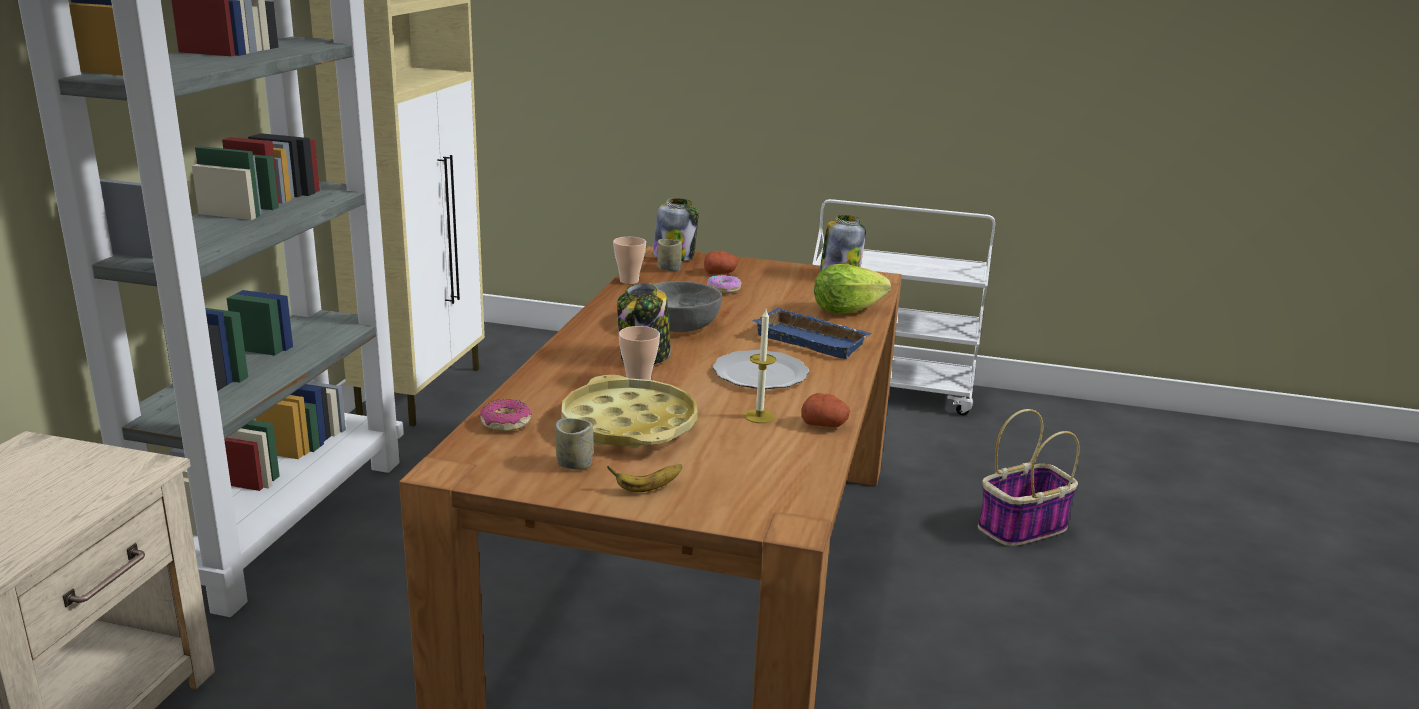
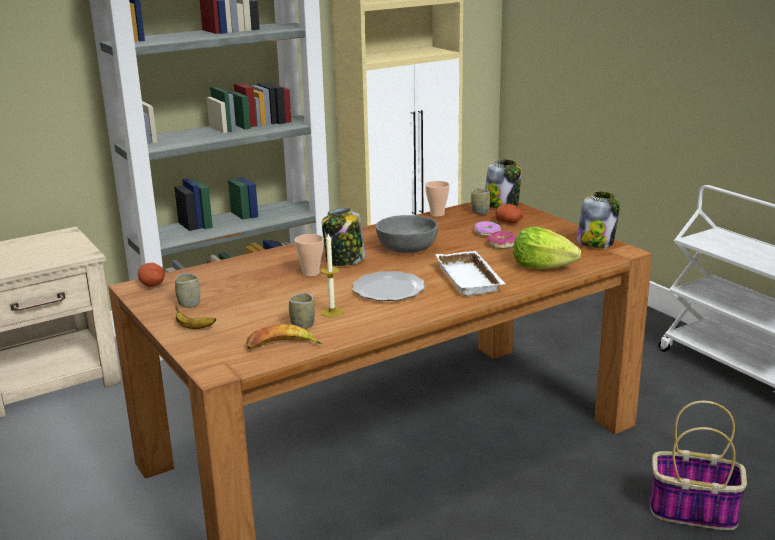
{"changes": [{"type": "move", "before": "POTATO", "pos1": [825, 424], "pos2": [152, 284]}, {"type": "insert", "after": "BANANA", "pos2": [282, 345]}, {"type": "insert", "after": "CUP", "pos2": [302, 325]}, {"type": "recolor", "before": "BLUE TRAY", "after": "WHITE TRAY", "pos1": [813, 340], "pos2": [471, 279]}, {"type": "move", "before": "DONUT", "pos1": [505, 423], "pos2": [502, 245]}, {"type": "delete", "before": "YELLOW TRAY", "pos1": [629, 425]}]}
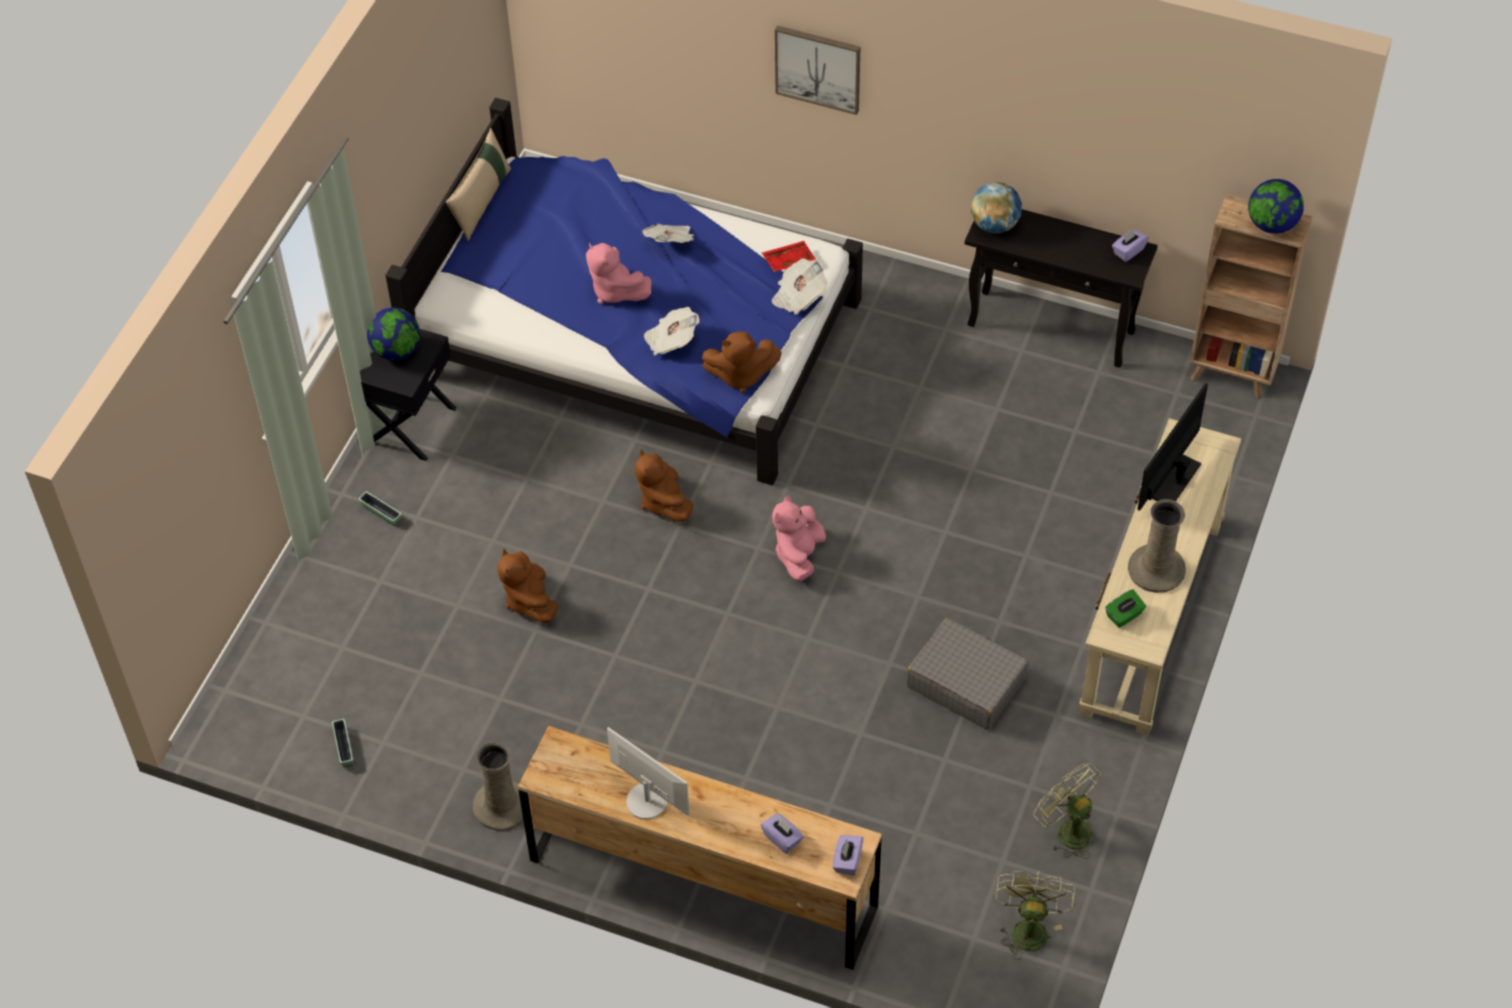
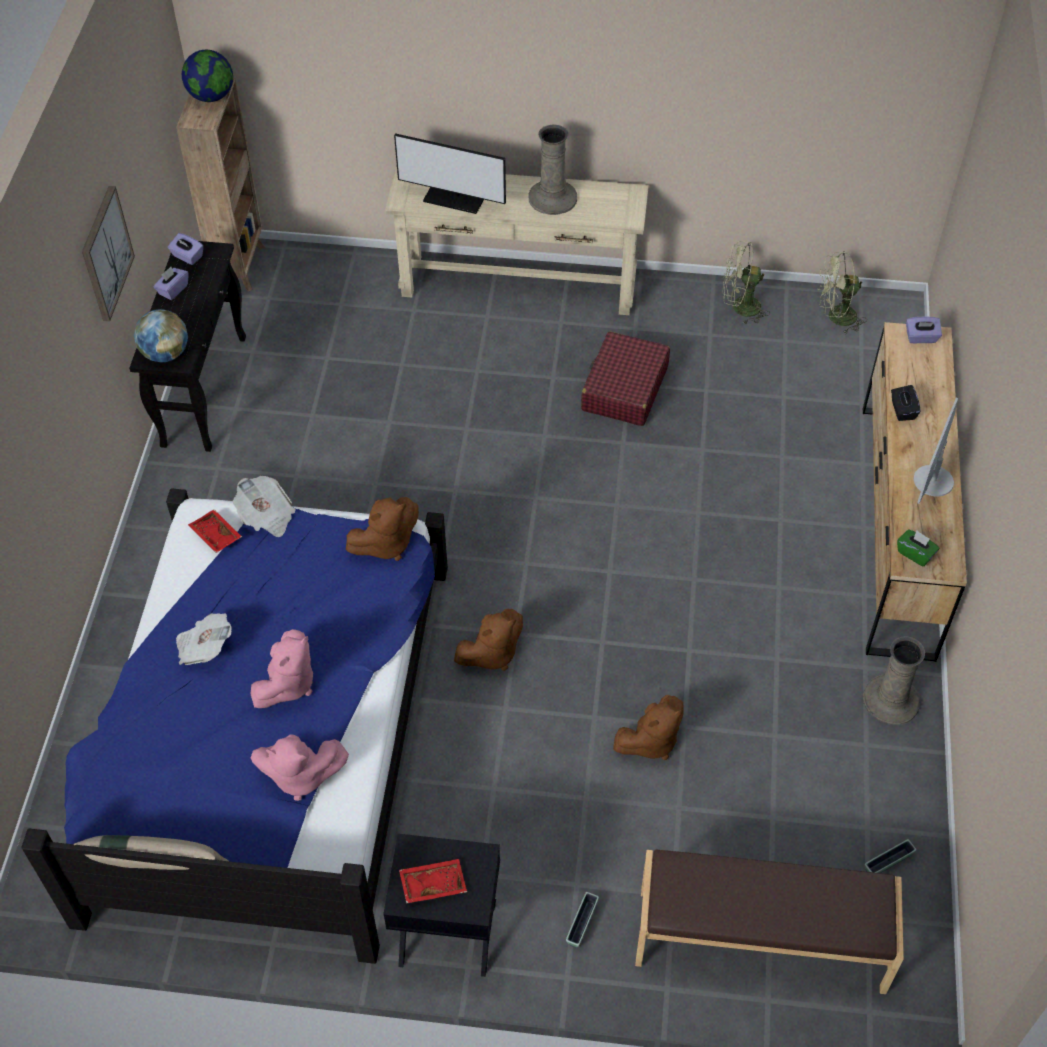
{"changes": [{"type": "move", "before": "PICTURE", "pos1": [818, 68], "pos2": [105, 253]}, {"type": "move", "before": "PURPLE TISSUE BOX", "pos1": [782, 839], "pos2": [173, 290]}, {"type": "move", "before": "PINK PLUSH TOY", "pos1": [799, 555], "pos2": [300, 776]}, {"type": "rotate", "before": "BROWN PLUSH TOY", "pos1": [740, 375], "pos2": [386, 544], "turn": 75}, {"type": "replace", "before": "GLOBE", "after": "RED TRAY", "pos1": [396, 351], "pos2": [433, 883]}, {"type": "recolor", "before": "GREY SUITCASE", "after": "RED SUITCASE", "pos1": [966, 682], "pos2": [624, 389]}, {"type": "insert", "after": "BROWN BENCH", "pos2": [761, 941]}, {"type": "rotate", "before": "GREEN FAN", "pos1": [1067, 829], "pos2": [739, 307], "turn": 60}, {"type": "insert", "after": "BLACK TISSUE BOX", "pos2": [902, 410]}, {"type": "move", "before": "GREEN TISSUE BOX", "pos1": [1124, 616], "pos2": [915, 553]}, {"type": "delete", "before": "NEWSPAPER", "pos1": [671, 340]}]}
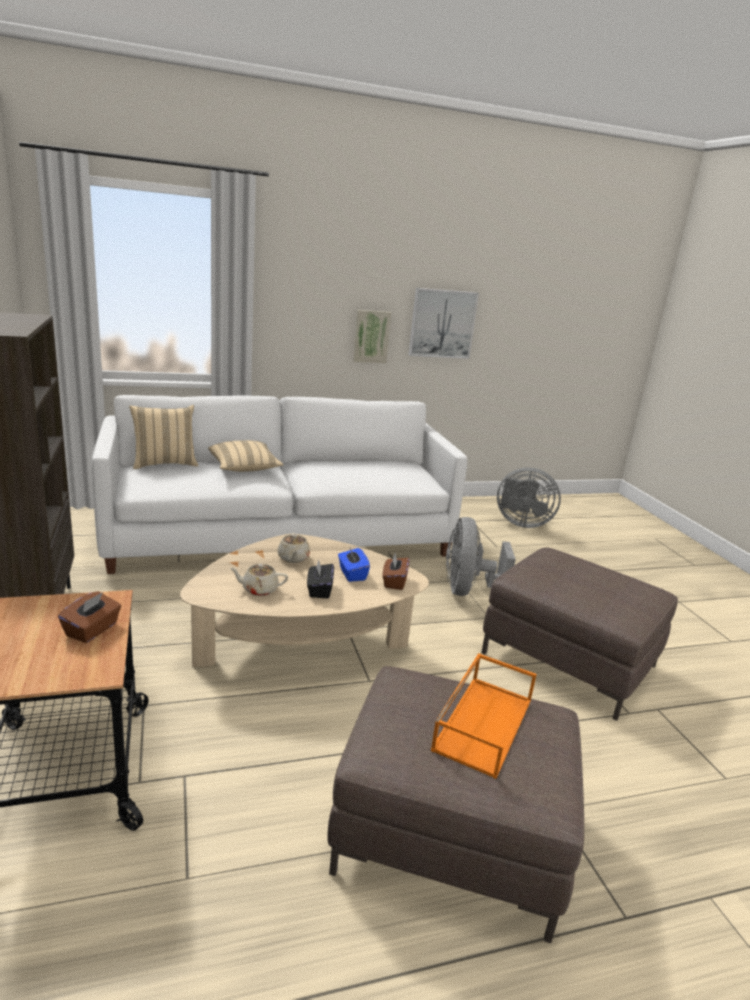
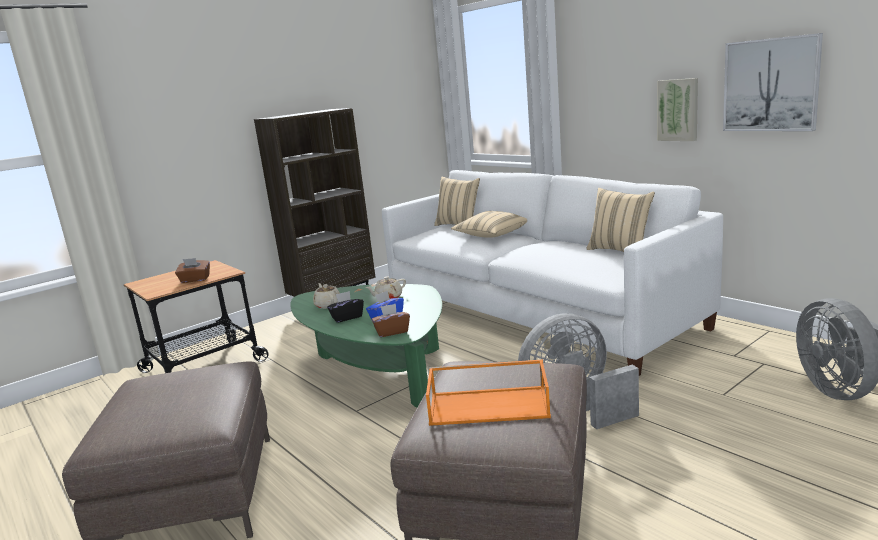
{"changes": [{"type": "recolor", "before": "BEIGE COFFEE TABLE", "after": "GREEN COFFEE TABLE", "pos1": [302, 646], "pos2": [377, 374]}, {"type": "move", "before": "ORANGE TRAY", "pos1": [482, 723], "pos2": [490, 405]}, {"type": "insert", "after": "BEIGE PILLOW", "pos2": [620, 251]}]}
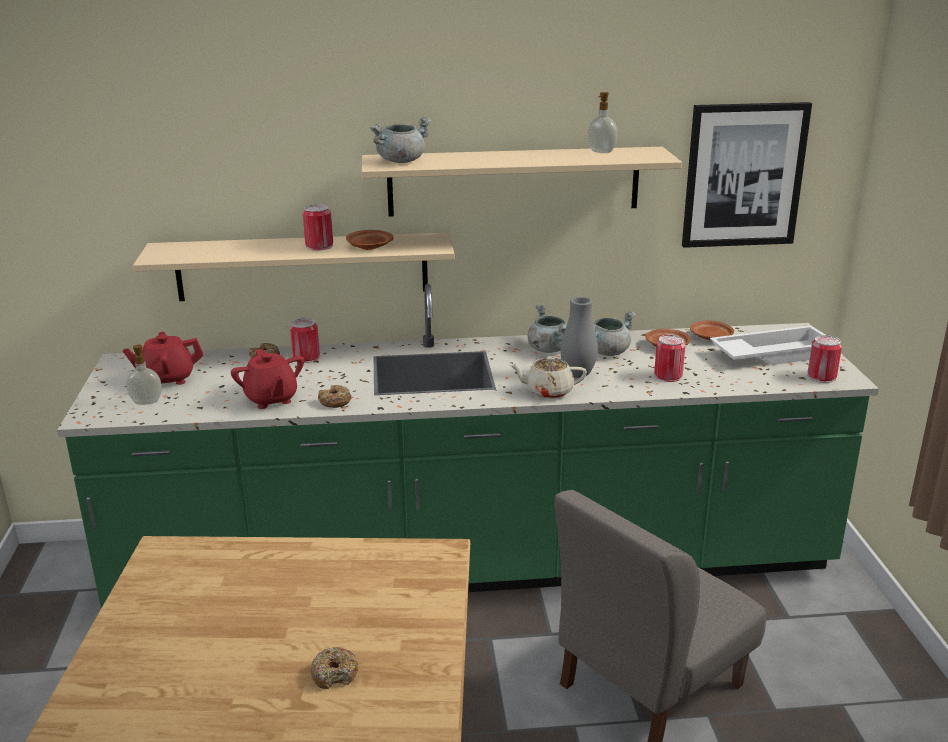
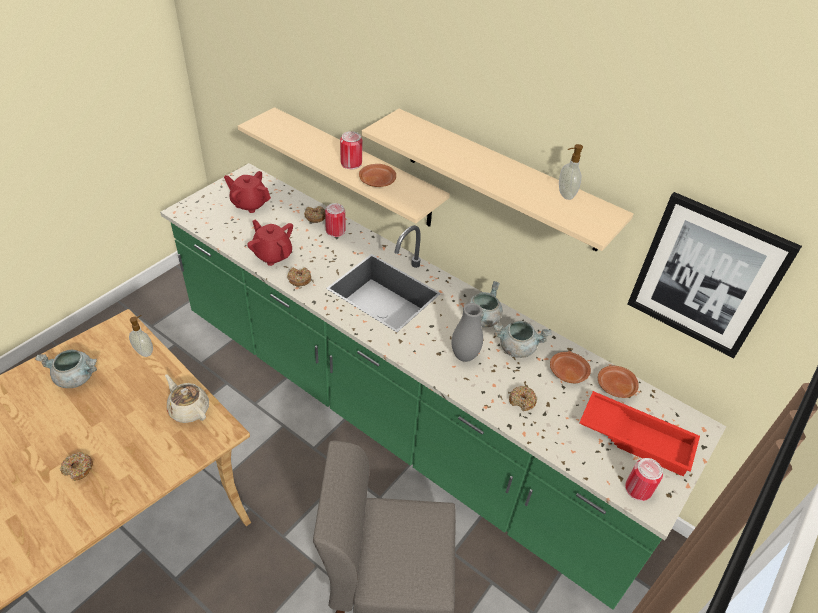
{"changes": [{"type": "move", "before": "GREY COOKING POT", "pos1": [401, 161], "pos2": [76, 377]}, {"type": "move", "before": "SOAP DISPENSER", "pos1": [146, 402], "pos2": [144, 351]}, {"type": "move", "before": "BEIGE TEAPOT", "pos1": [548, 391], "pos2": [189, 409]}, {"type": "rotate", "before": "RED TEAPOT", "pos1": [271, 399], "pos2": [272, 255], "turn": 120}, {"type": "replace", "before": "CAN", "after": "DONUT", "pos1": [668, 376], "pos2": [522, 401]}, {"type": "recolor", "before": "WHITE TRAY", "after": "RED TRAY", "pos1": [771, 354], "pos2": [636, 437]}]}
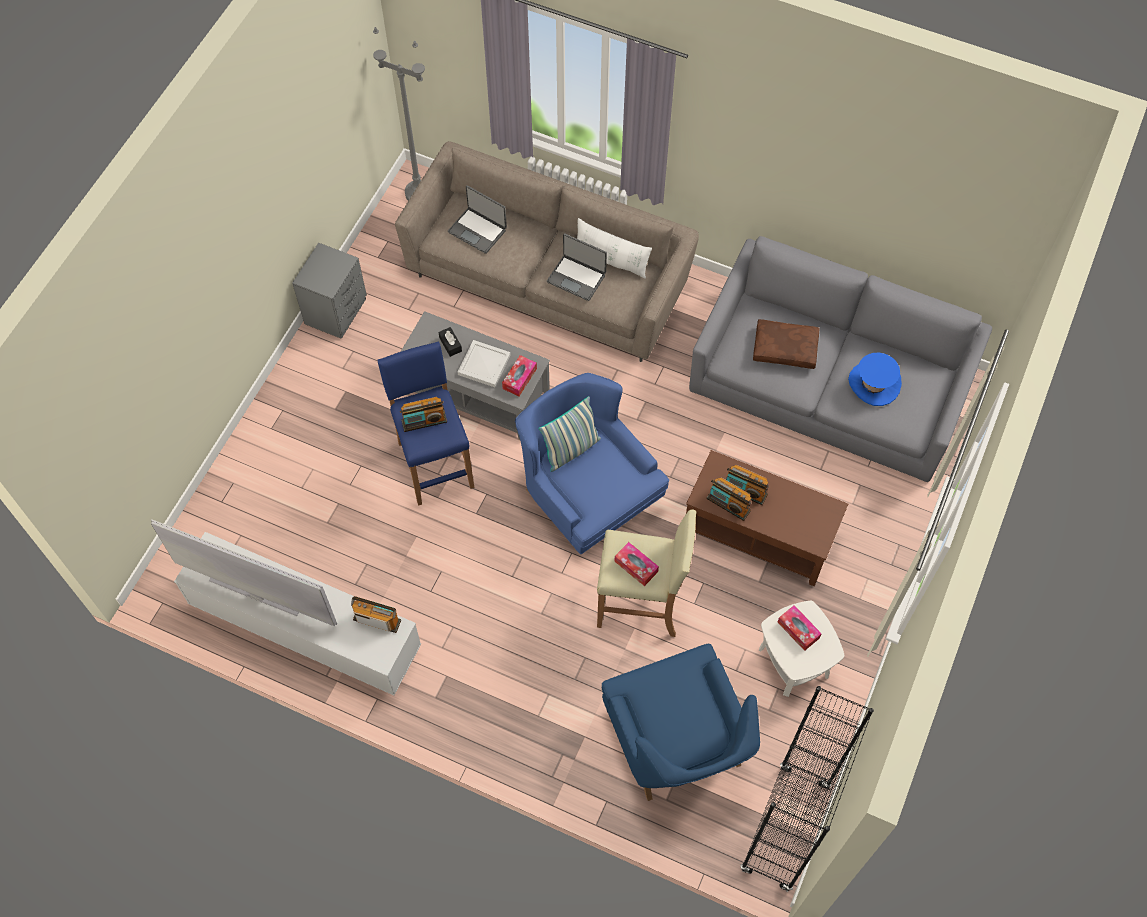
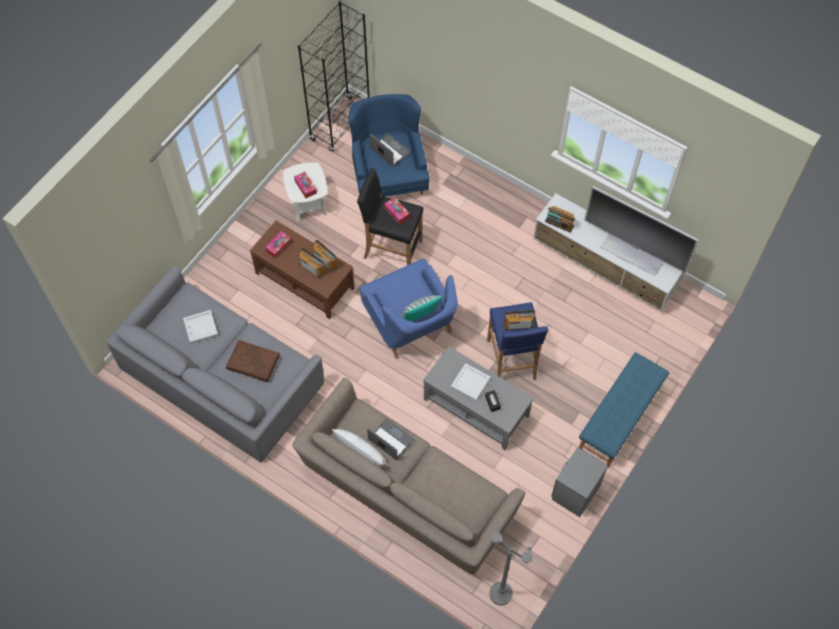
{"changes": [{"type": "replace", "before": "BLUE HAT", "after": "WHITE TRAY", "pos1": [874, 383], "pos2": [201, 328]}, {"type": "move", "before": "TISSUE BOX", "pos1": [519, 379], "pos2": [279, 246]}, {"type": "recolor", "before": "BEIGE STOOL", "after": "BLACK STOOL", "pos1": [640, 604], "pos2": [392, 249]}, {"type": "move", "before": "LAPTOP", "pos1": [478, 230], "pos2": [389, 151]}, {"type": "insert", "after": "BLUE BENCH", "pos2": [619, 419]}]}
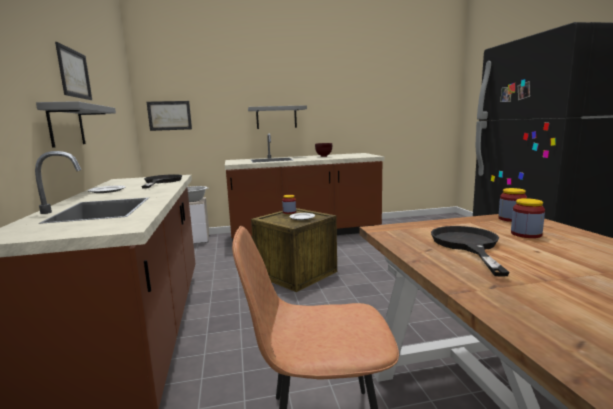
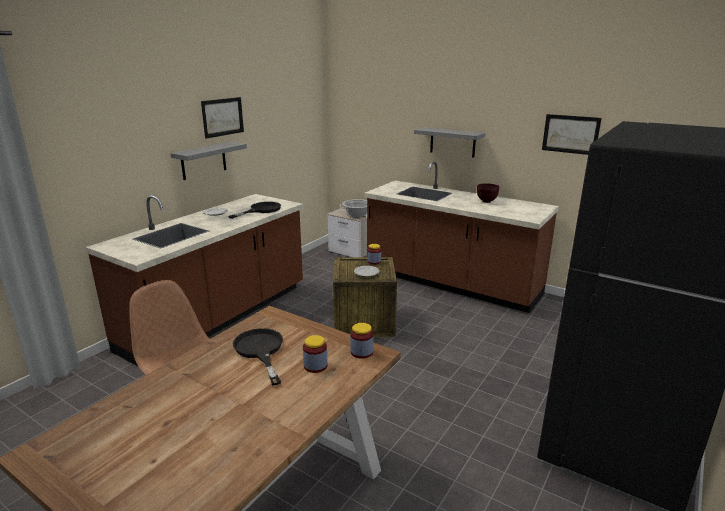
{"changes": [{"type": "rotate", "before": "BLACK FRYING PAN", "pos1": [467, 245], "pos2": [260, 351], "turn": -75}, {"type": "move", "before": "PICTURE", "pos1": [169, 115], "pos2": [570, 134]}]}
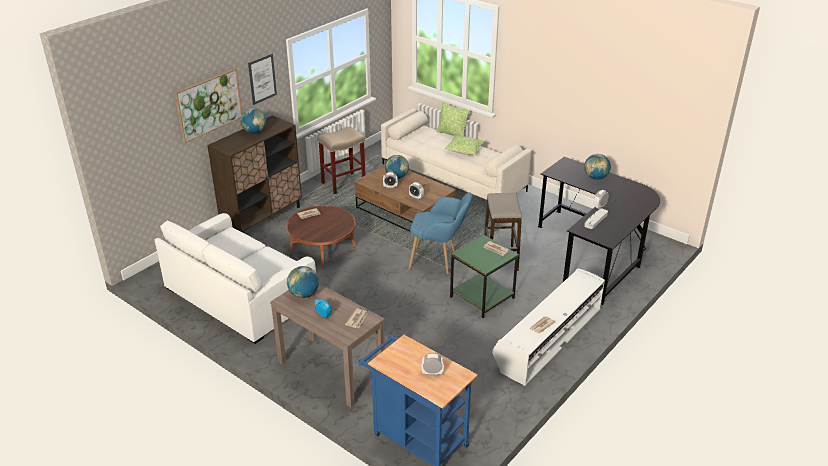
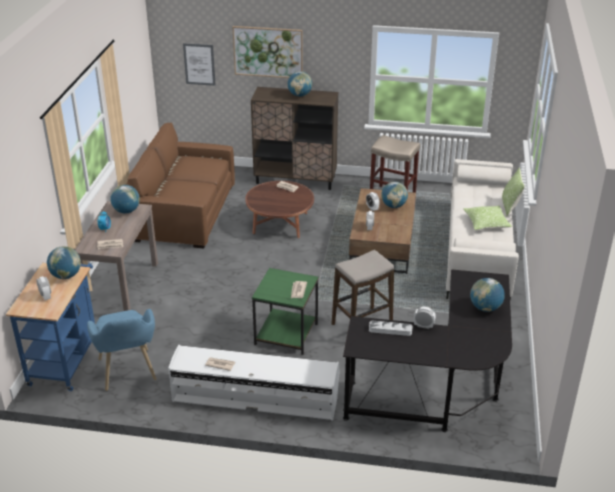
{"changes": [{"type": "insert", "after": "GLOBE", "pos2": [66, 276]}, {"type": "move", "before": "BLUE ARMCHAIR", "pos1": [439, 261], "pos2": [128, 375]}, {"type": "recolor", "before": "WHITE SOFA", "after": "BROWN SOFA", "pos1": [239, 295], "pos2": [183, 211]}, {"type": "move", "before": "PICTURE", "pos1": [262, 79], "pos2": [199, 64]}]}
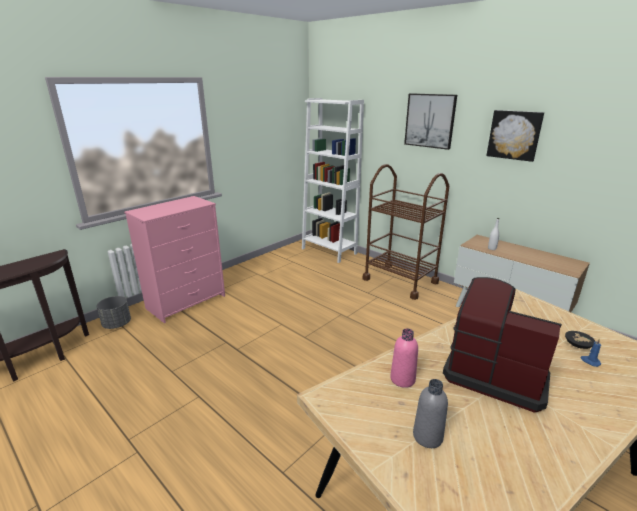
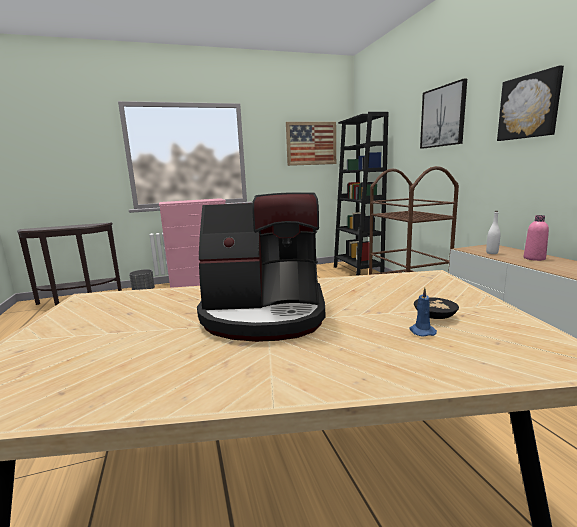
{"changes": [{"type": "rotate", "before": "COFFEE MACHINE", "pos1": [494, 373], "pos2": [264, 315], "turn": 120}, {"type": "insert", "after": "PICTURE", "pos2": [311, 143]}, {"type": "recolor", "before": "WHITE BOOKCASE", "after": "BLACK BOOKCASE", "pos1": [329, 251], "pos2": [357, 271]}, {"type": "move", "before": "PINK BOTTLE", "pos1": [402, 379], "pos2": [534, 258]}, {"type": "delete", "before": "GREY BOTTLE", "pos1": [427, 436]}]}
